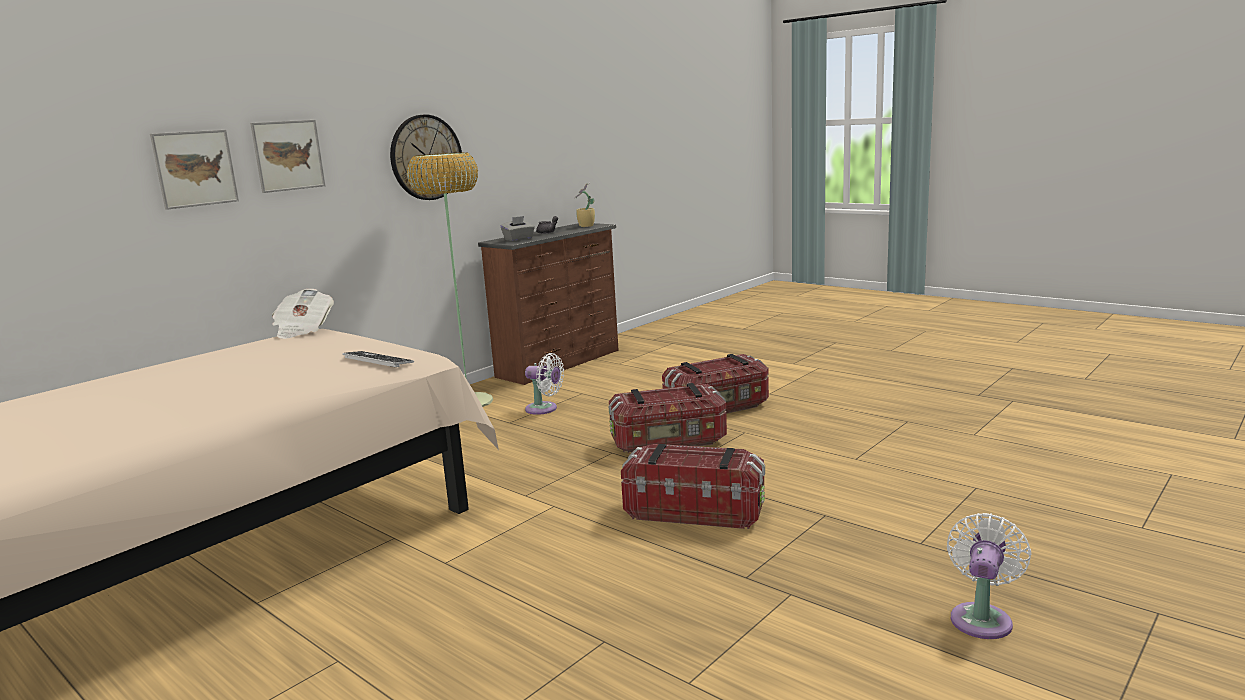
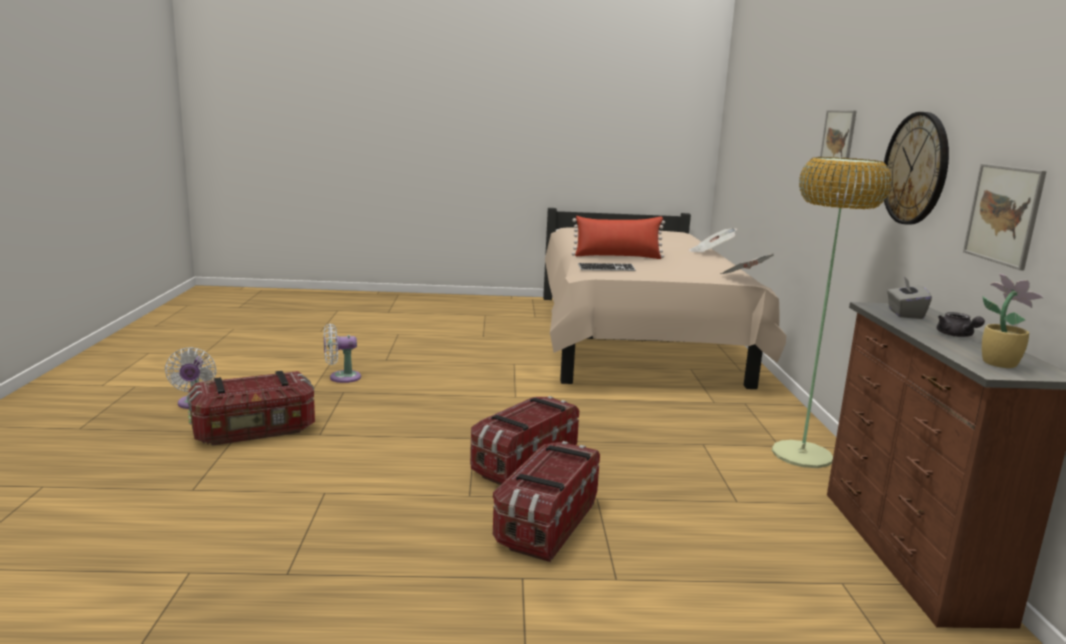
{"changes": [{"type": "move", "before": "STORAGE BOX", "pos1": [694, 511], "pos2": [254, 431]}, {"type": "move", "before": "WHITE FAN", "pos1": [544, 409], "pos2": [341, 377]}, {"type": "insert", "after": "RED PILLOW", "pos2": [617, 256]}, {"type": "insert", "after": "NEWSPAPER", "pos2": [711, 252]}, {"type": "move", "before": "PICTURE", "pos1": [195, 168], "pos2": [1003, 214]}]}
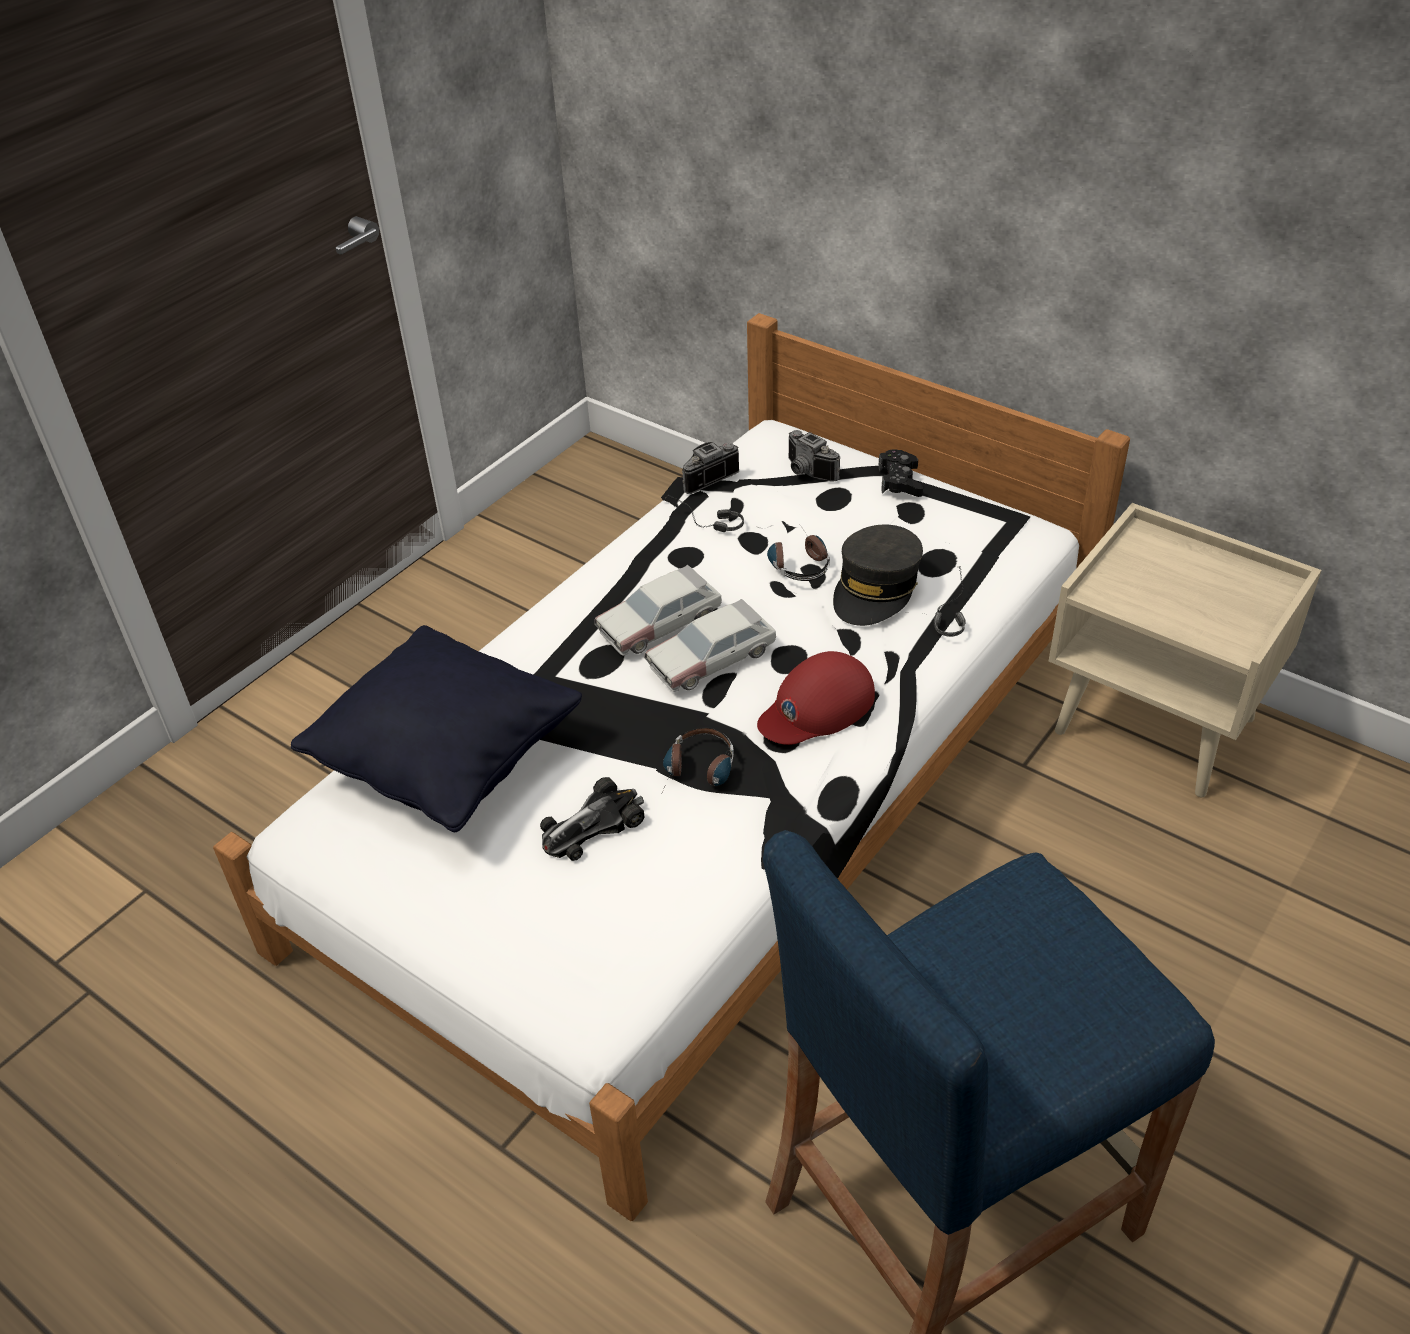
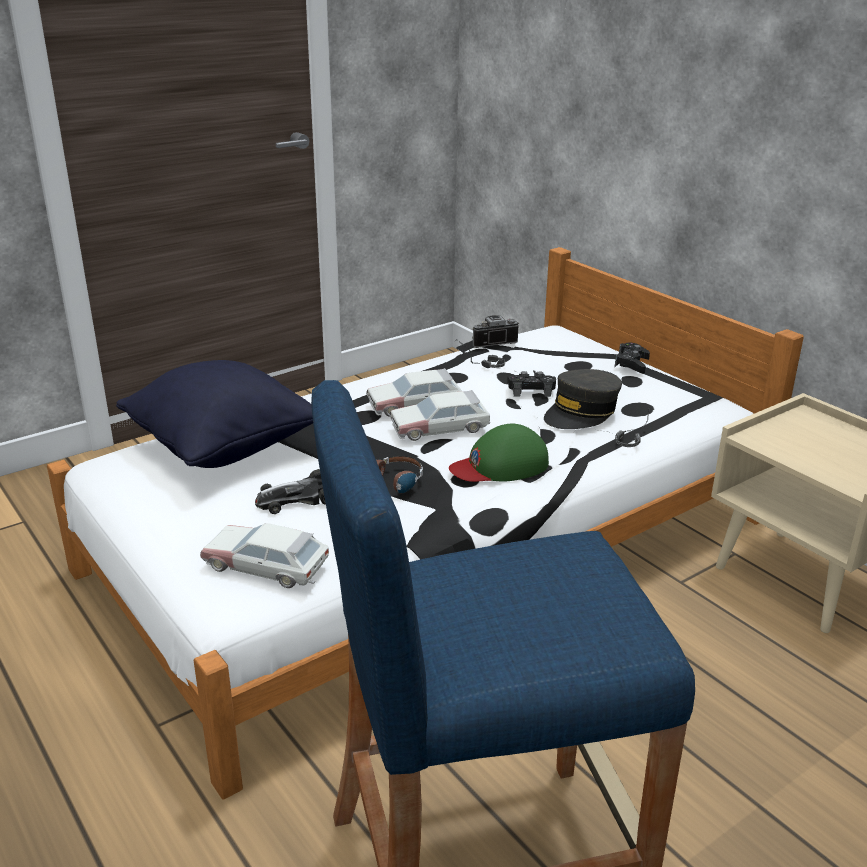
{"changes": [{"type": "insert", "after": "TOY CAR", "pos2": [267, 566]}, {"type": "recolor", "before": "RED CAP", "after": "GREEN CAP", "pos1": [816, 707], "pos2": [500, 465]}, {"type": "replace", "before": "HEADPHONES", "after": "BLACK GAME CONTROLLER", "pos1": [797, 562], "pos2": [531, 390]}, {"type": "delete", "before": "PHOTO CAMERA", "pos1": [806, 472]}]}
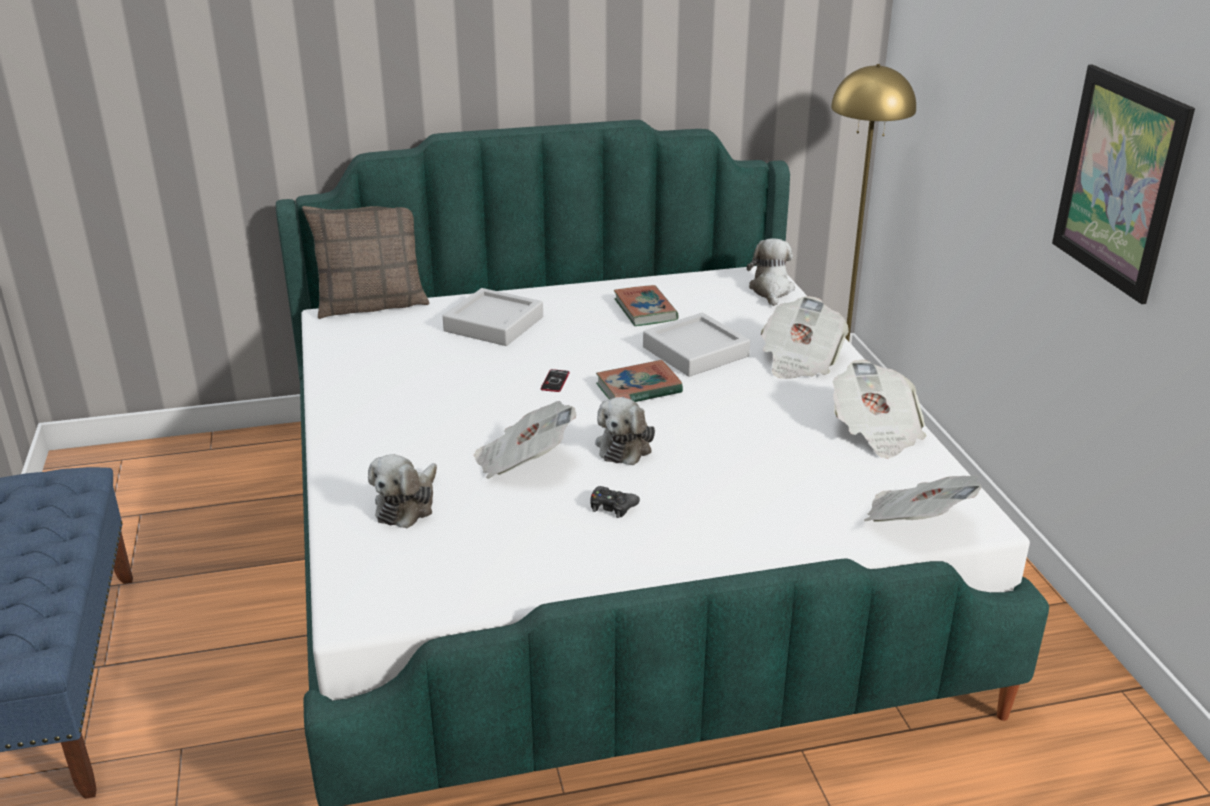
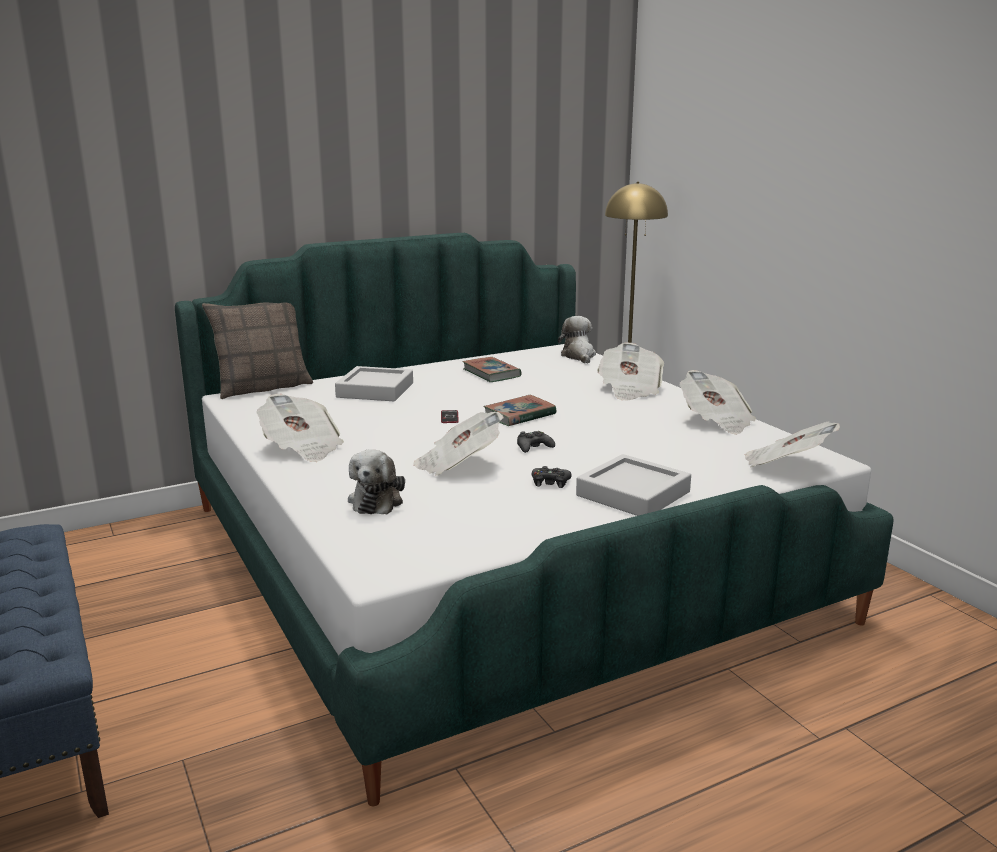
{"changes": [{"type": "insert", "after": "NEWSPAPER", "pos2": [302, 448]}, {"type": "replace", "before": "PLUSH TOY", "after": "BLACK GAME CONTROLLER", "pos1": [625, 445], "pos2": [534, 447]}, {"type": "move", "before": "GREY TRAY", "pos1": [695, 352], "pos2": [633, 494]}, {"type": "delete", "before": "PICTURE", "pos1": [1119, 182]}]}
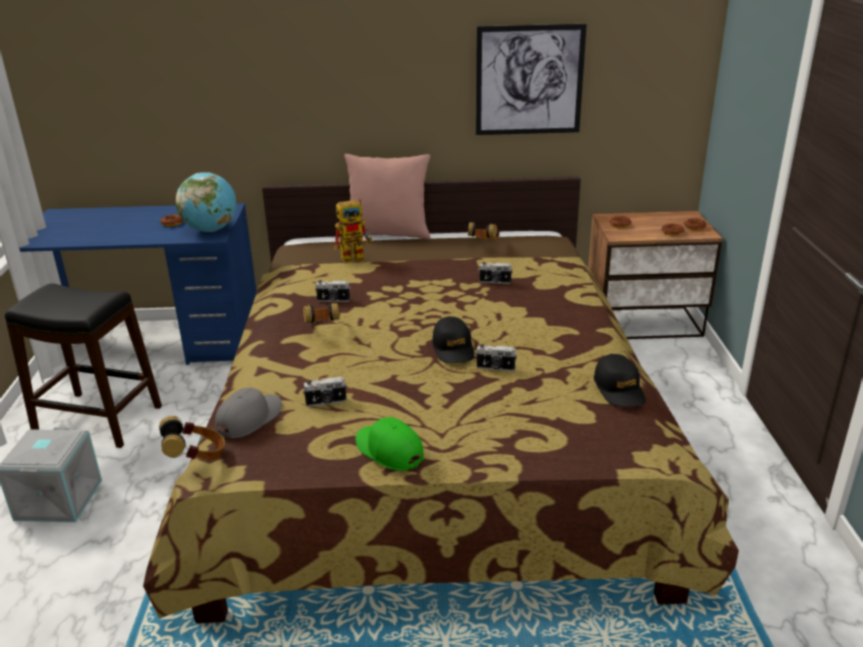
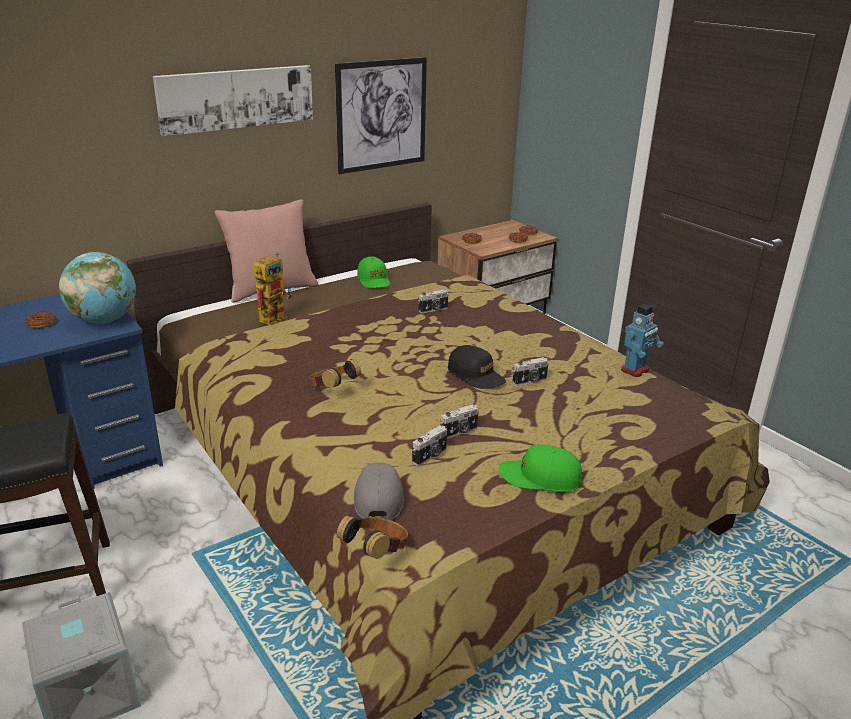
{"changes": [{"type": "insert", "after": "PICTURE", "pos2": [236, 98]}, {"type": "replace", "before": "HEADPHONES", "after": "GREEN CAP", "pos1": [483, 244], "pos2": [374, 280]}, {"type": "move", "before": "PHOTO CAMERA", "pos1": [333, 300], "pos2": [459, 432]}, {"type": "replace", "before": "BLACK CAP", "after": "TOY ROBOT", "pos1": [619, 389], "pos2": [635, 370]}]}
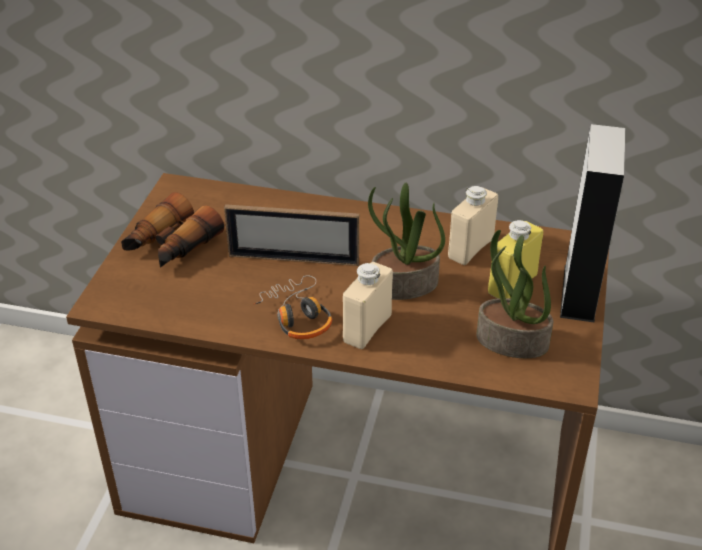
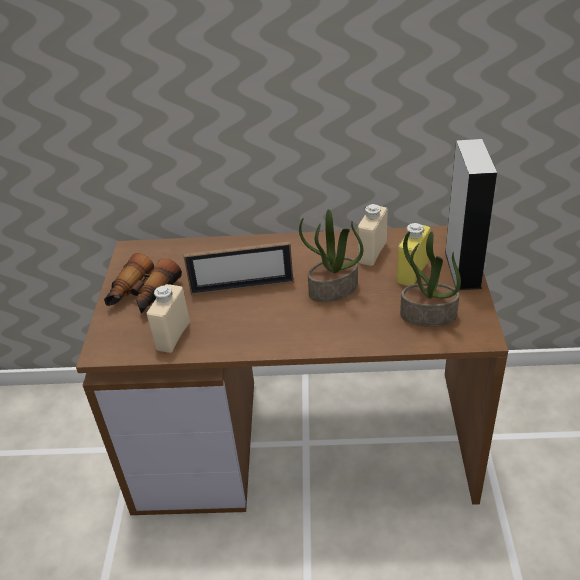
{"changes": [{"type": "move", "before": "BEIGE BOTTLE", "pos1": [367, 328], "pos2": [173, 336]}, {"type": "delete", "before": "HEADPHONES", "pos1": [297, 316]}]}
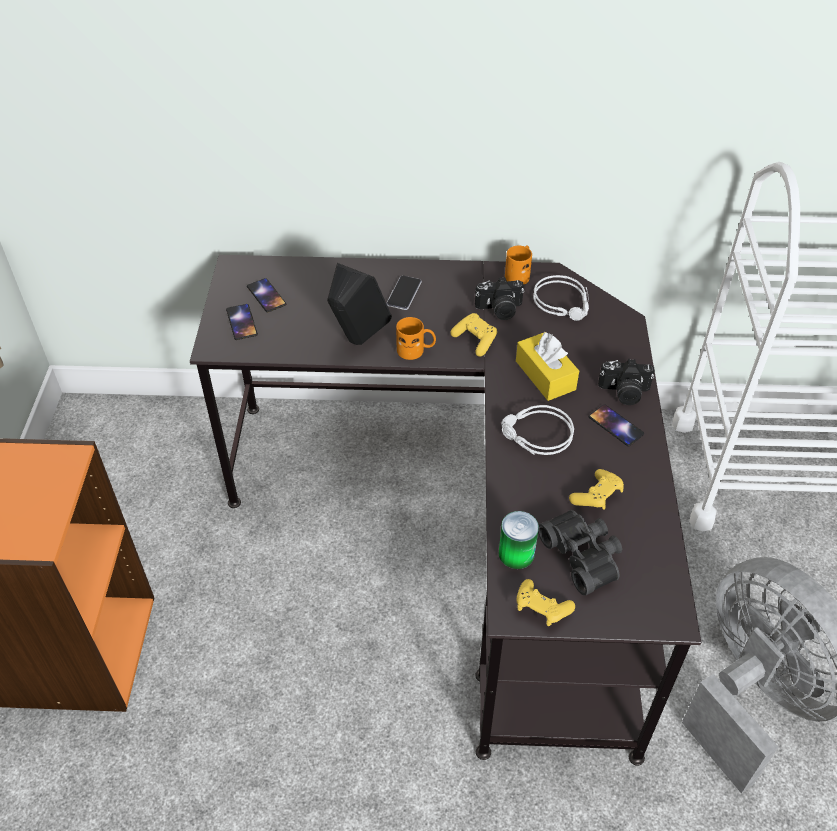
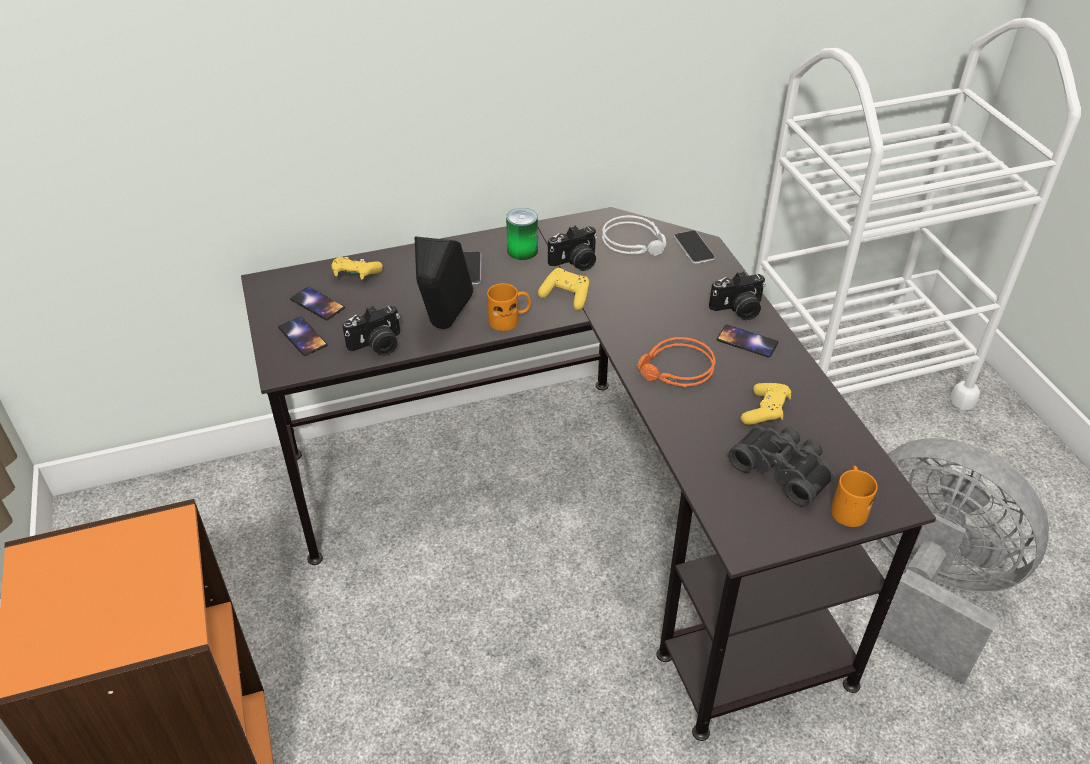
{"changes": [{"type": "move", "before": "YELLOW GAME CONTROLLER", "pos1": [541, 609], "pos2": [356, 275]}, {"type": "insert", "after": "PHOTO CAMERA", "pos2": [377, 345]}, {"type": "move", "before": "CAN", "pos1": [516, 553], "pos2": [522, 251]}, {"type": "recolor", "before": "GREY HEADPHONES", "after": "ORANGE HEADPHONES", "pos1": [536, 436], "pos2": [676, 371]}, {"type": "insert", "after": "PHONE", "pos2": [694, 248]}, {"type": "move", "before": "ORANGE MUG", "pos1": [519, 274], "pos2": [848, 506]}, {"type": "delete", "before": "YELLOW TISSUE BOX", "pos1": [545, 375]}]}
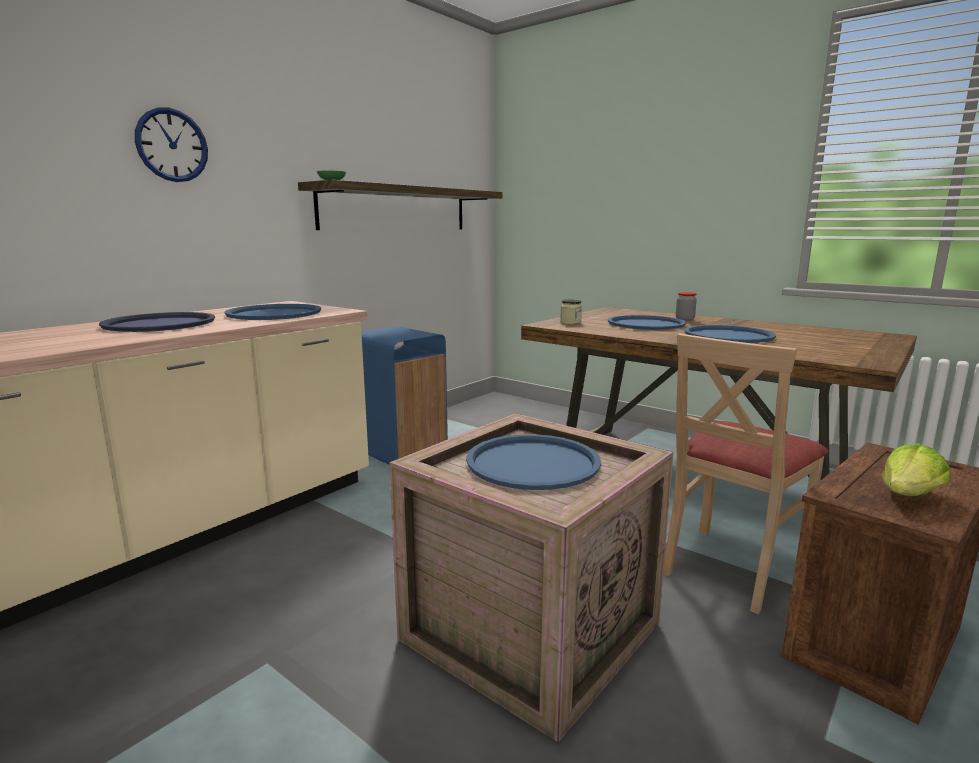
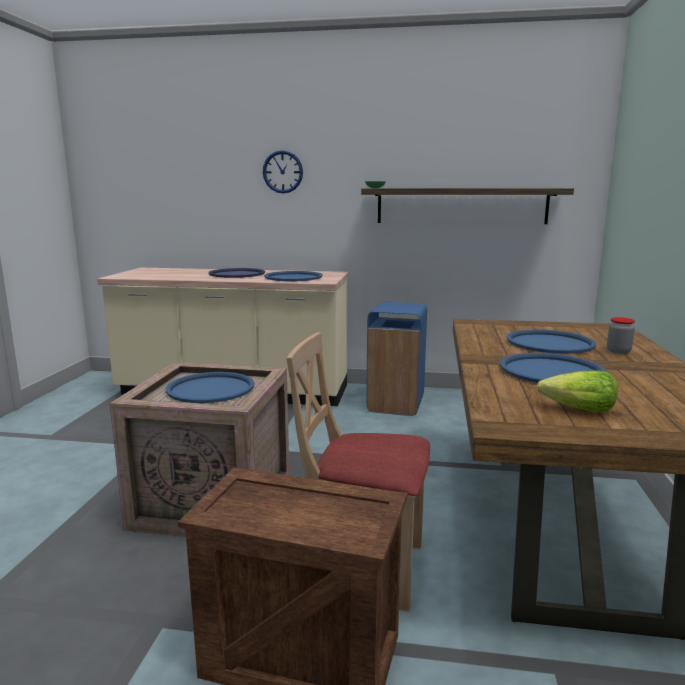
{"changes": [{"type": "move", "before": "LETTUCE", "pos1": [909, 496], "pos2": [578, 410]}, {"type": "delete", "before": "JAR", "pos1": [570, 322]}]}
